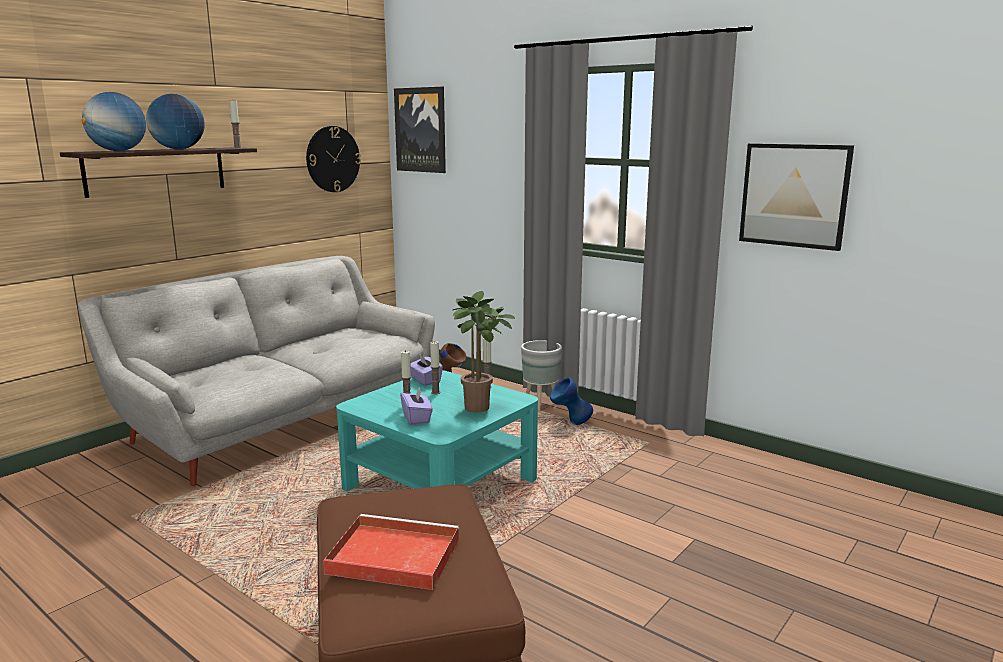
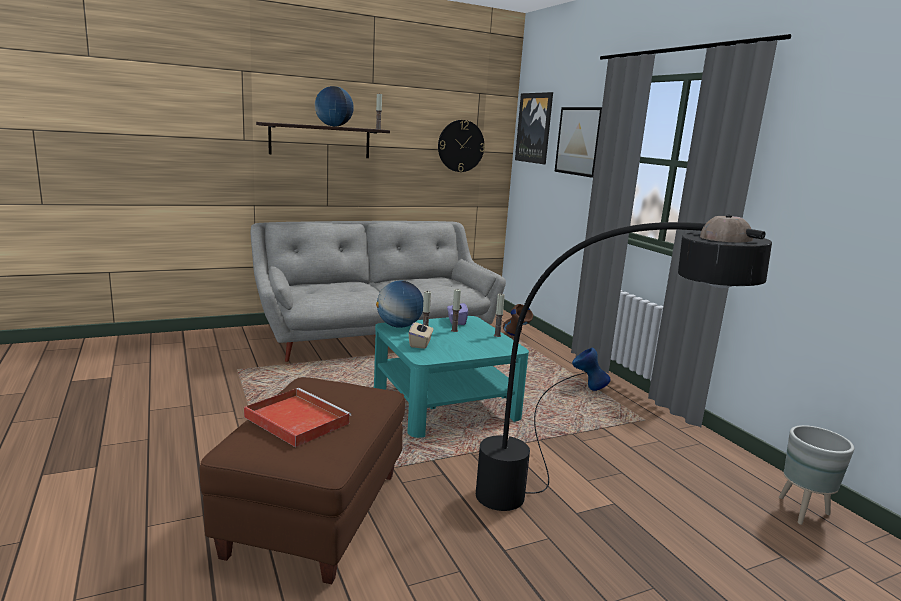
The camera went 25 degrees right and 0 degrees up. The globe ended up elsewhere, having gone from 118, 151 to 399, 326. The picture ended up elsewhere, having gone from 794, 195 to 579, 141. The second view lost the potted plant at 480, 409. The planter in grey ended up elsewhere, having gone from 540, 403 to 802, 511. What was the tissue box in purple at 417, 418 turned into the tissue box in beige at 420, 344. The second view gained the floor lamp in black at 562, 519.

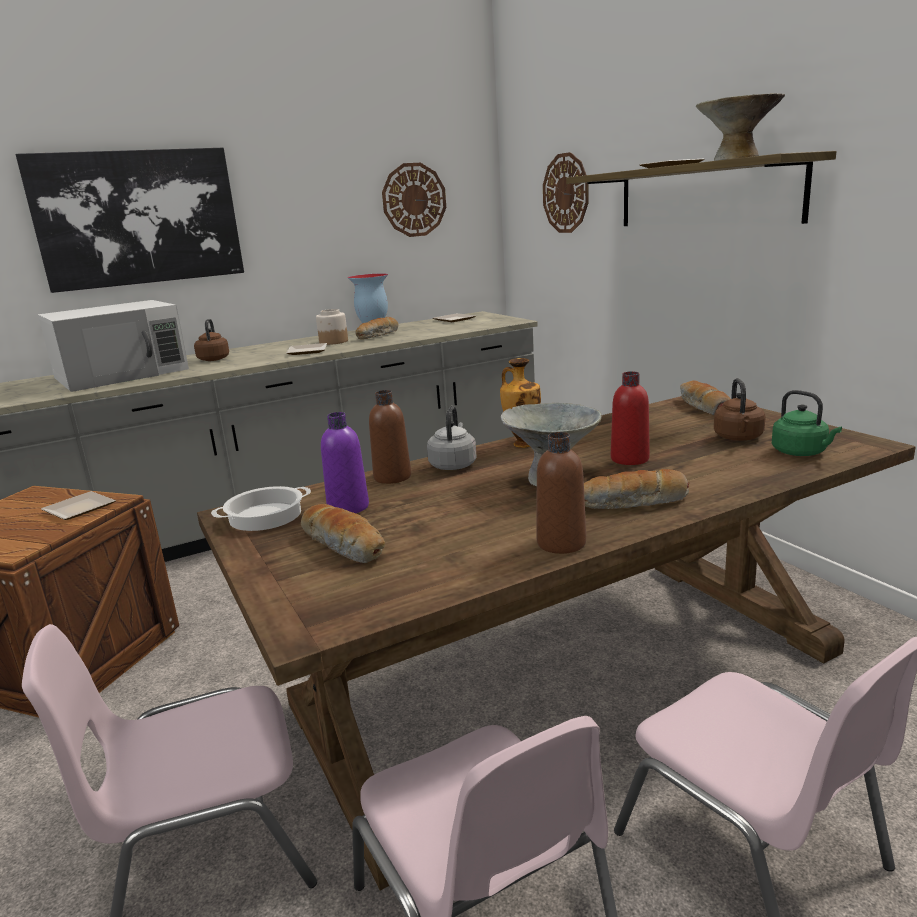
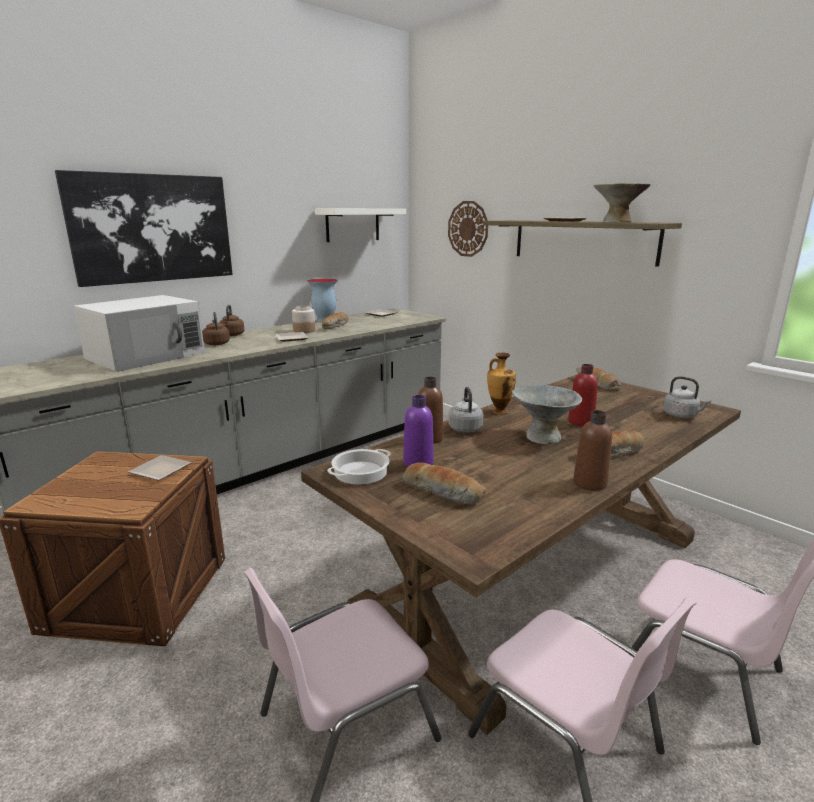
The camera went 15 degrees left and 0 degrees up. Where the wall clock hung at 414, 200, the shelf in white came to hang at 352, 225. The kettle in brown ended up elsewhere, having gone from 738, 438 to 232, 335. What was the kettle in green at 801, 453 turned into the kettle in grey at 681, 415.

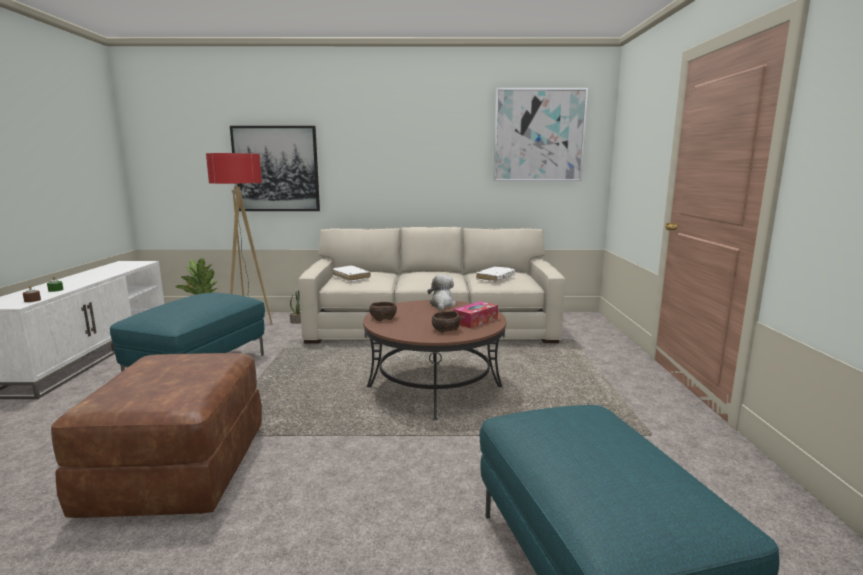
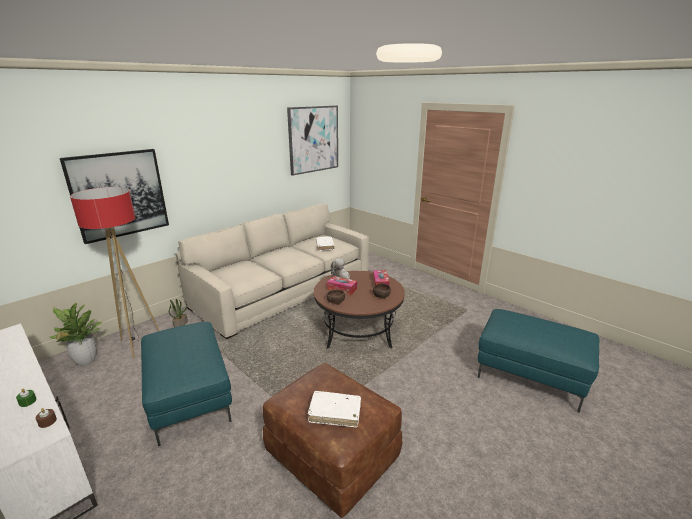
The camera went 45 degrees left and 10 degrees up. The book in white ended up elsewhere, having gone from 351, 277 to 335, 413. The second view gained the tissue box at 342, 289.

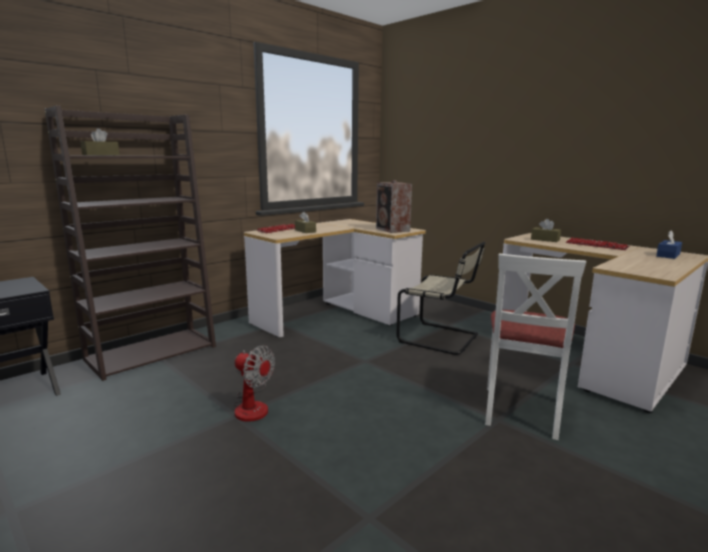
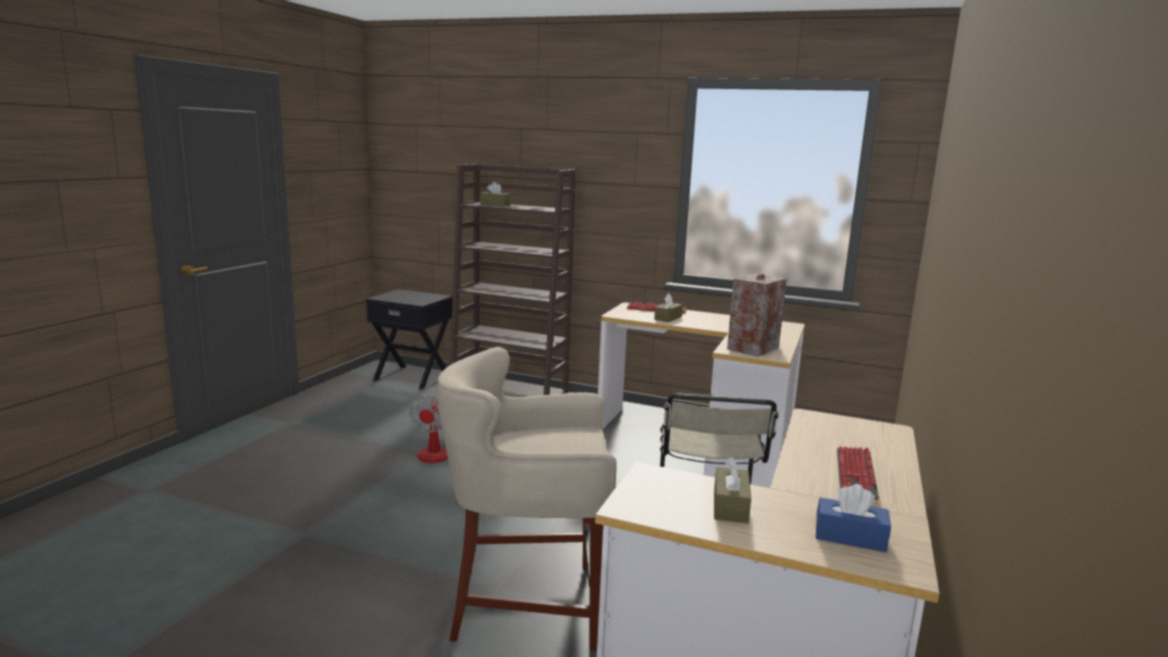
The camera went 65 degrees right and 0 degrees up. The tissue box in brown ended up elsewhere, having gone from 545, 240 to 730, 506. Where the chair in white stood at 522, 411, the stool in beige came to stand at 527, 604.

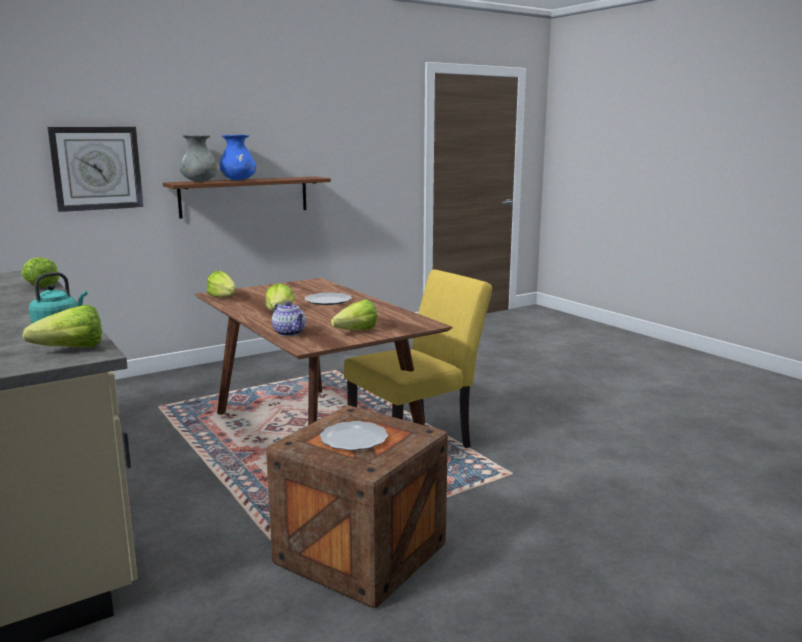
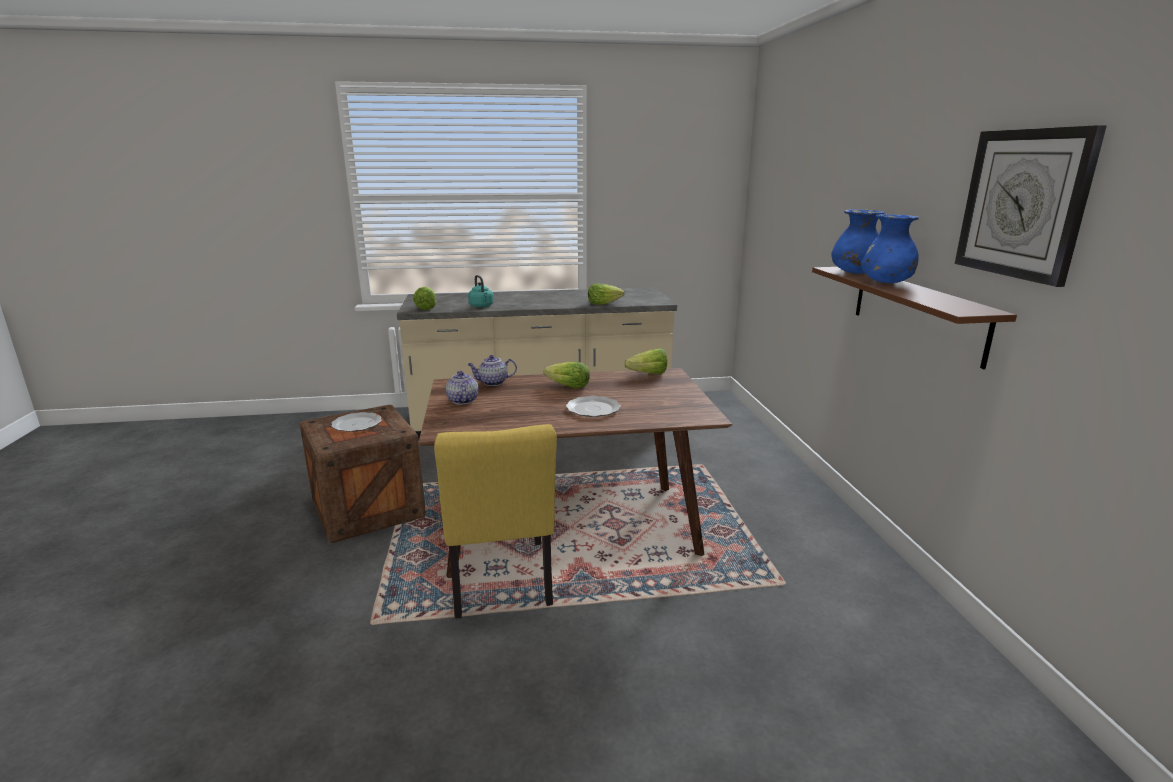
The camera went 115 degrees right and 5 degrees up. The wall clock ended up elsewhere, having gone from 96, 168 to 1023, 204. What was the vase in grey at 199, 182 turned into the vase in blue at 854, 273. Where the lettuce stood at 352, 332, the teapot came to stand at 462, 401.

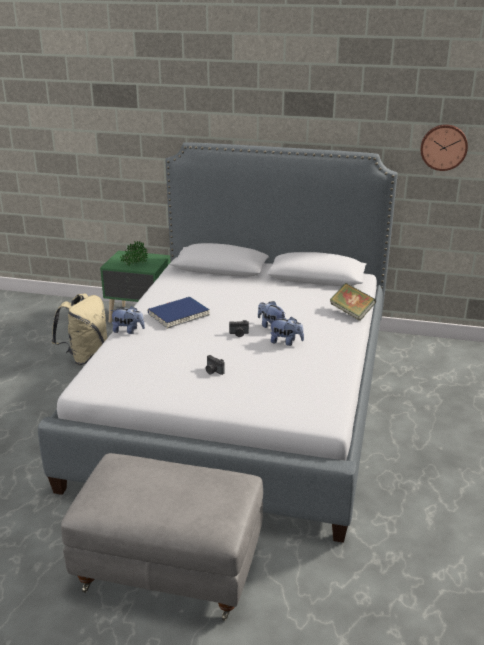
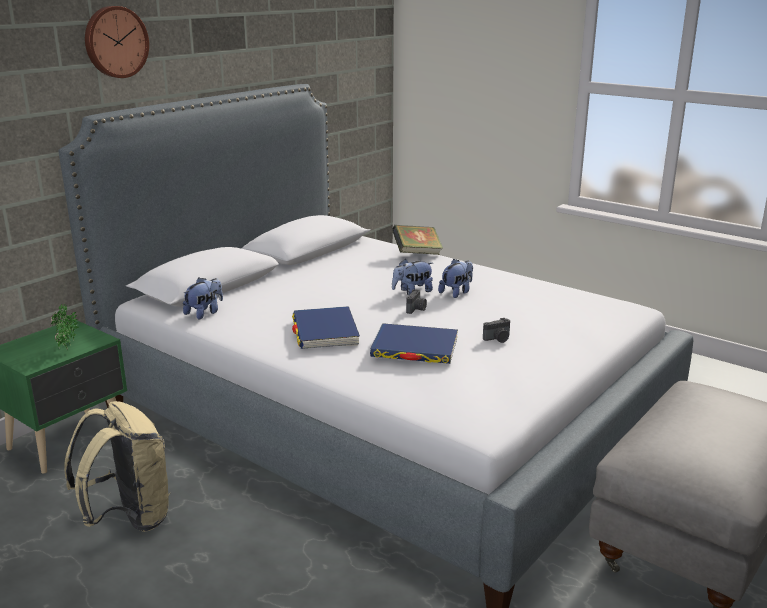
The camera went 65 degrees left and 5 degrees down. The wall clock ended up elsewhere, having gone from 443, 147 to 115, 42. The plush toy ended up elsewhere, having gone from 128, 331 to 205, 313. The second view gained the book in blue at 414, 348.

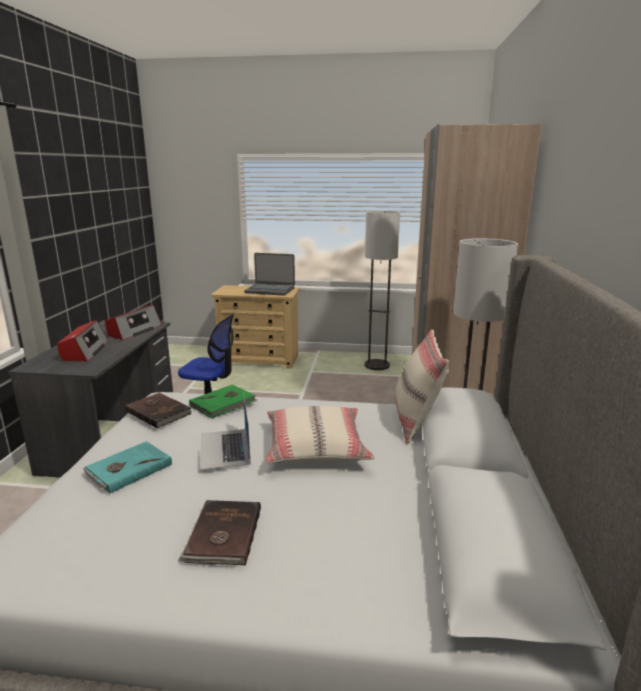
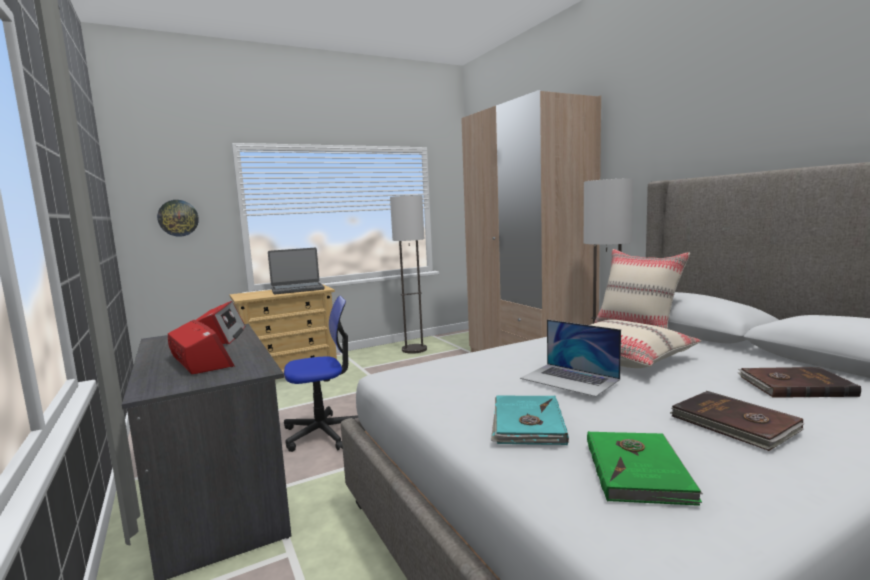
The camera went 35 degrees left and 10 degrees down. The book in green ended up elsewhere, having gone from 224, 404 to 639, 470. The book in brown ended up elsewhere, having gone from 159, 412 to 794, 385. The second view gained the wall clock at 178, 218.

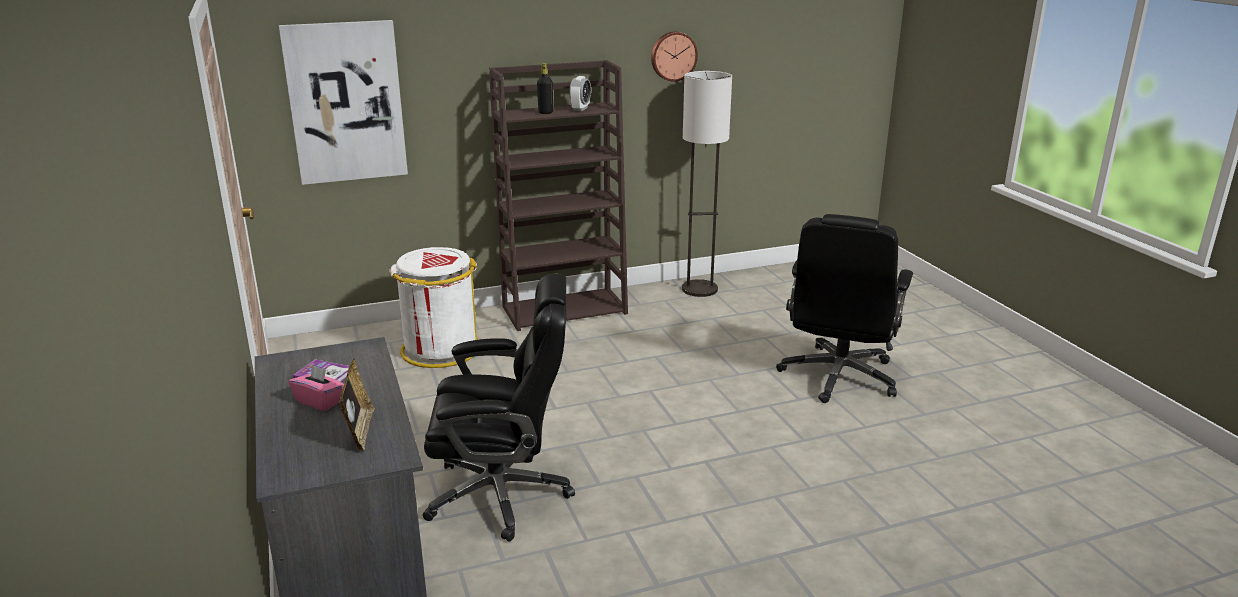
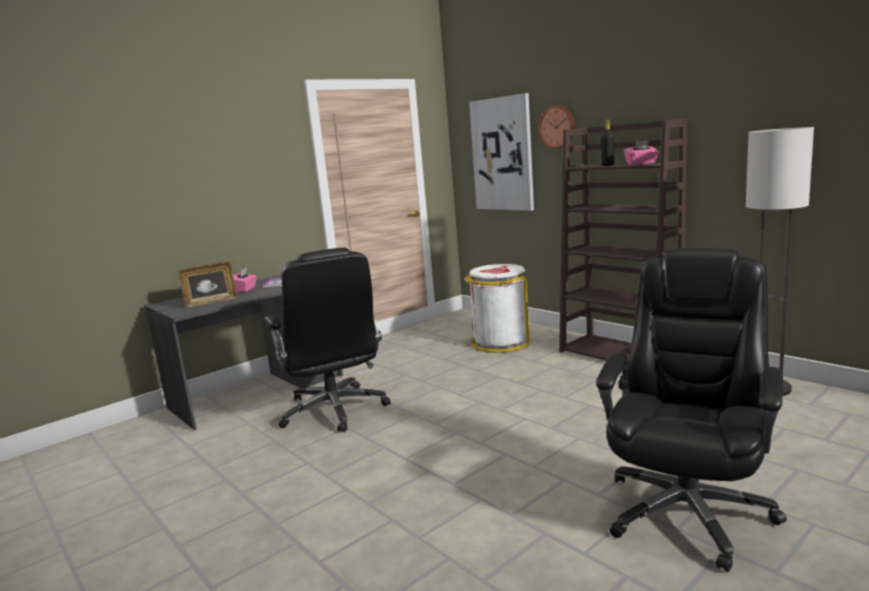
The camera went 70 degrees right and 10 degrees down. The wall clock ended up elsewhere, having gone from 673, 56 to 558, 127. Where the alarm clock stood at 580, 109, the tissue box in pink came to stand at 641, 164. The office chair in black at 838, 377 ended up facing another way, 120 degrees clockwise from before.

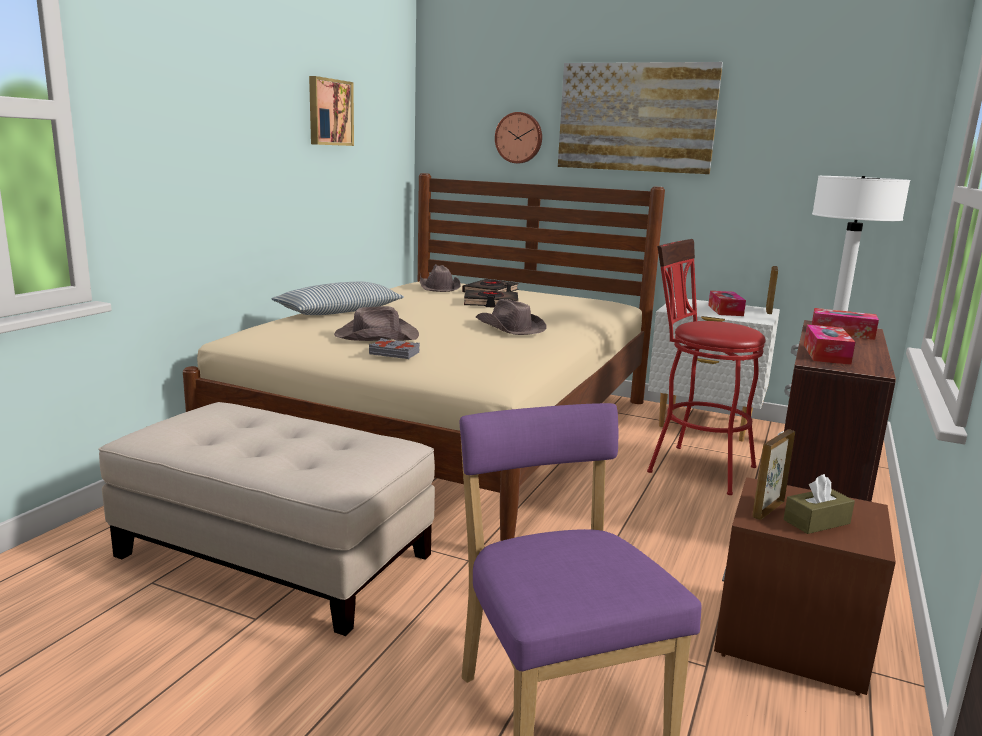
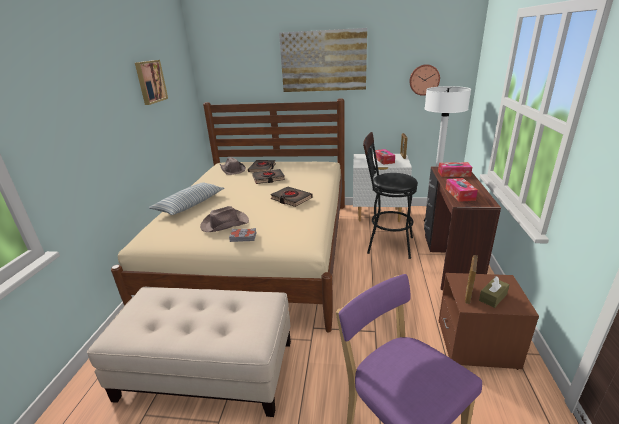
The camera went 15 degrees left and 10 degrees up. The wall clock ended up elsewhere, having gone from 519, 138 to 424, 80. What was the stool in red at 692, 466 turned into the stool in black at 385, 244. Where the hat in brown stood at 509, 328, the book in black came to stand at 291, 199.

